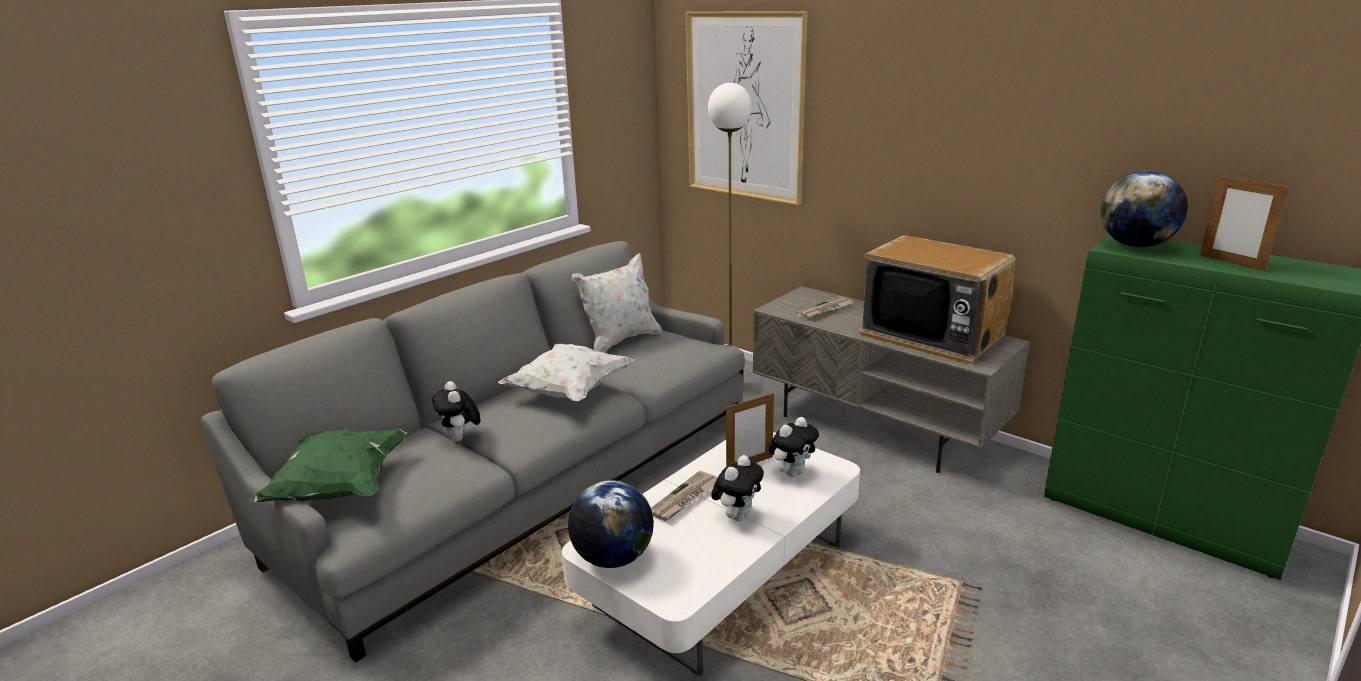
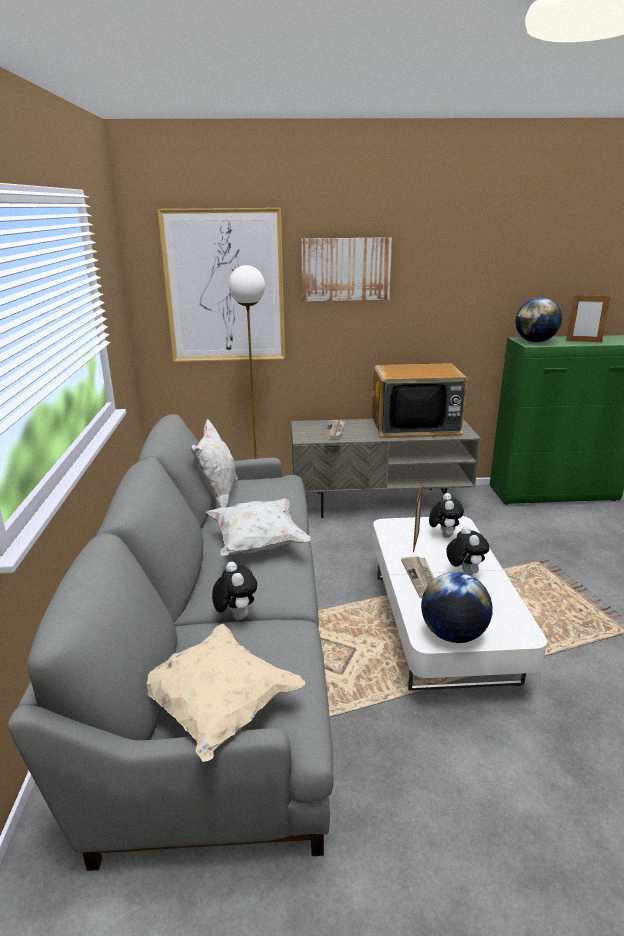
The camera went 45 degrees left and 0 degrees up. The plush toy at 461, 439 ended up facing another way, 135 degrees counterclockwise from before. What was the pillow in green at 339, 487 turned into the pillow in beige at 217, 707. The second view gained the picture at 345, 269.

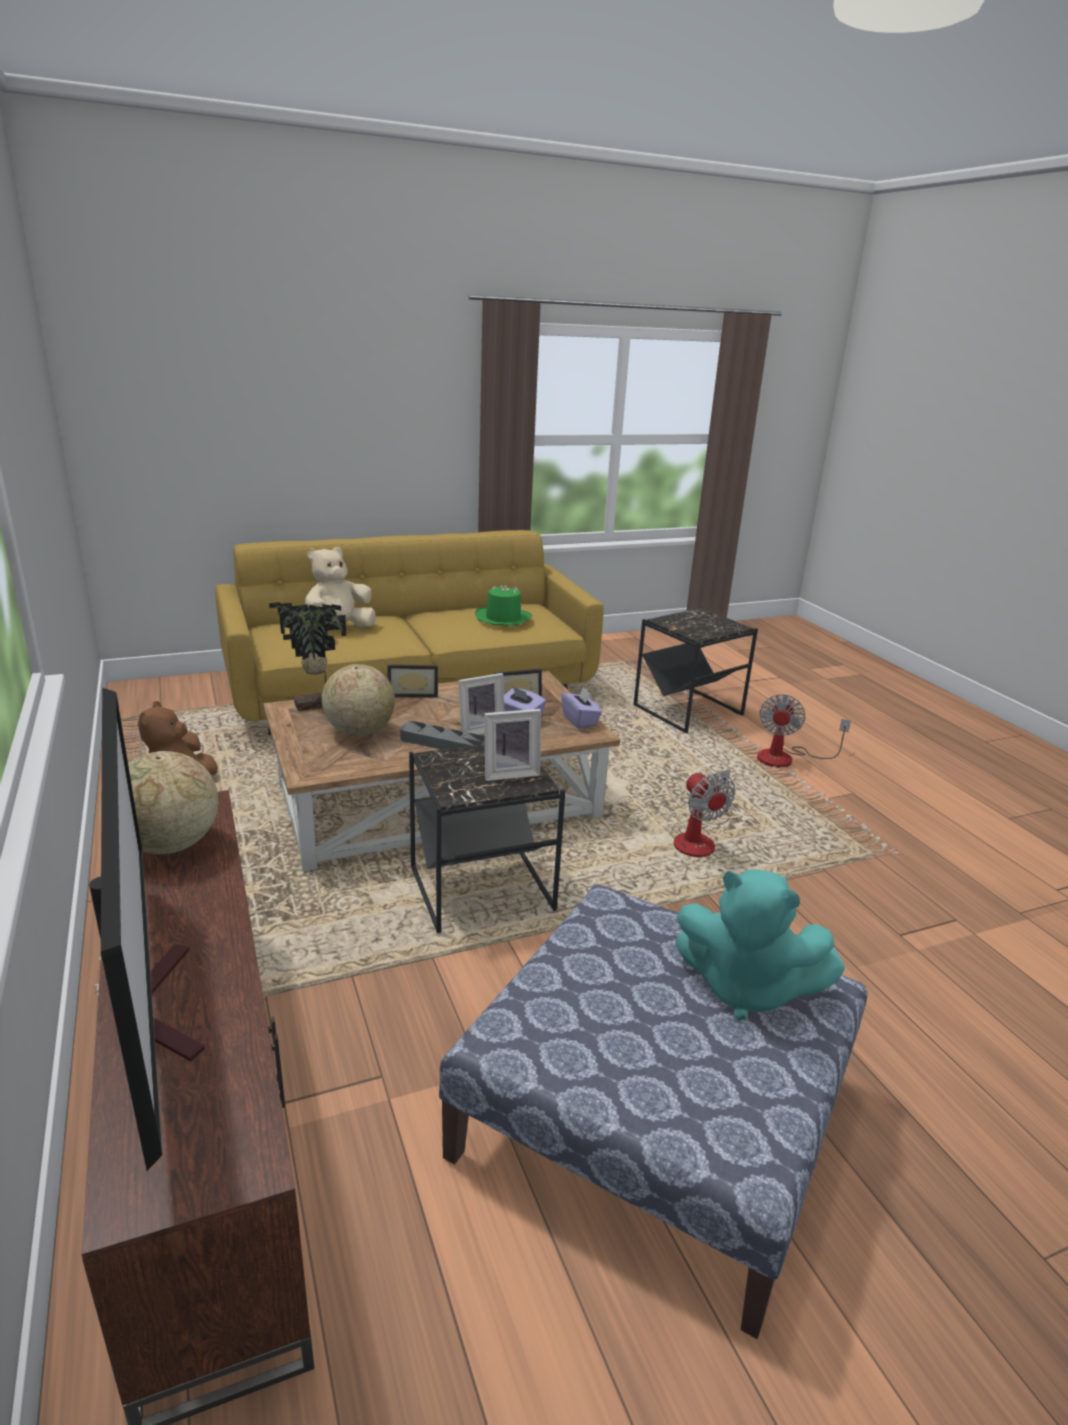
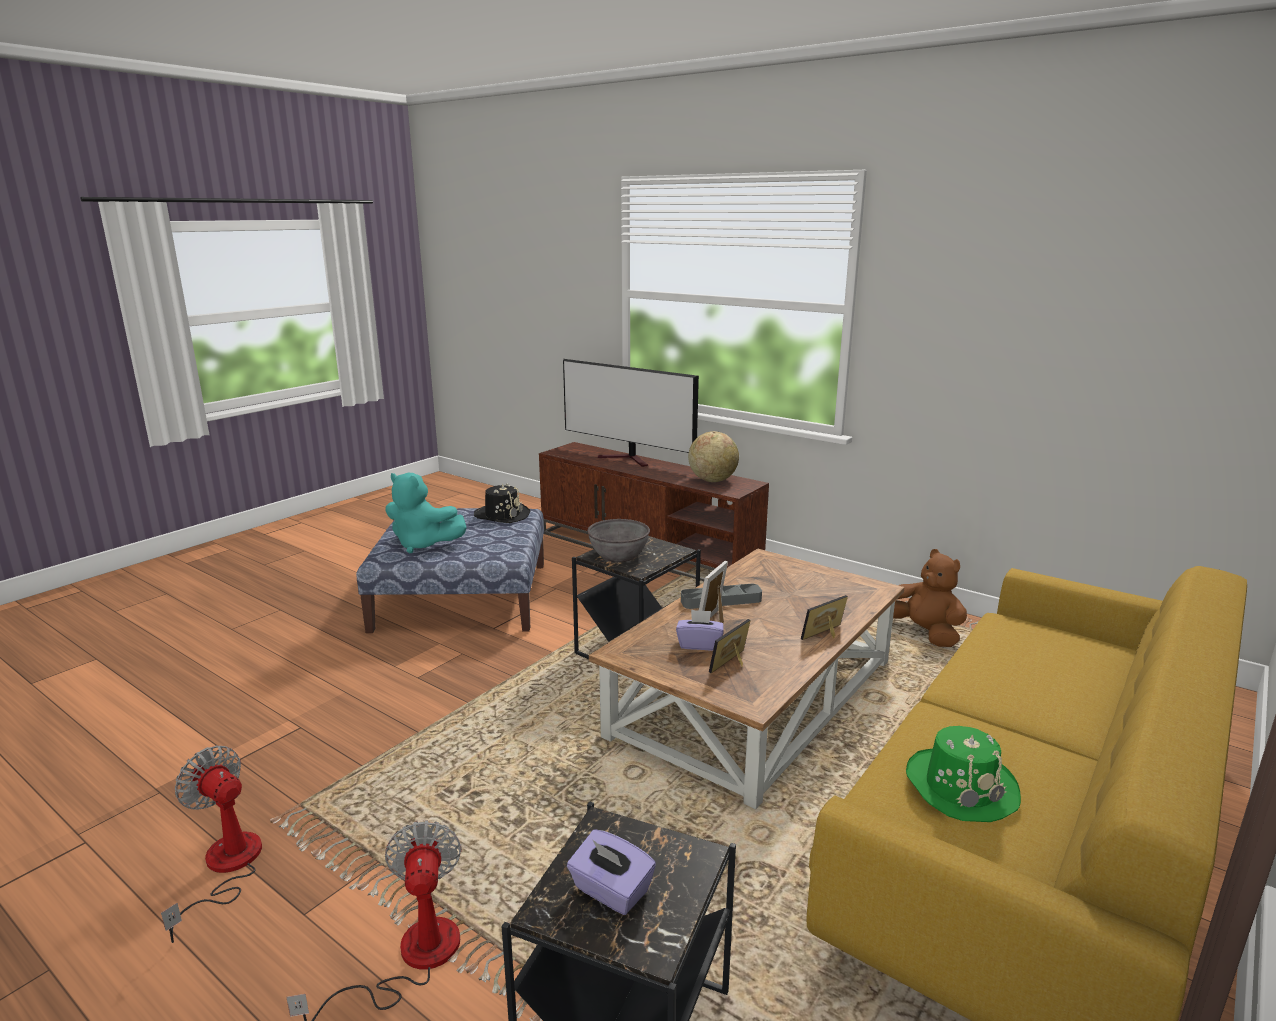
The camera went 150 degrees right and 5 degrees down. The second view lost the plush toy in beige at 338, 630. The second view lost the potted plant at 315, 706. The second view lost the globe at 359, 731. The tissue box in purple ended up elsewhere, having gone from 580, 720 to 610, 891. Where the picture frame stood at 510, 772, the bowl in grey came to stand at 618, 556. The fan ended up elsewhere, having gone from 699, 839 to 225, 868. The plush toy in turquoise at 745, 988 ended up facing another way, 150 degrees counterclockwise from before. The second view gained the hat in black at 502, 515.

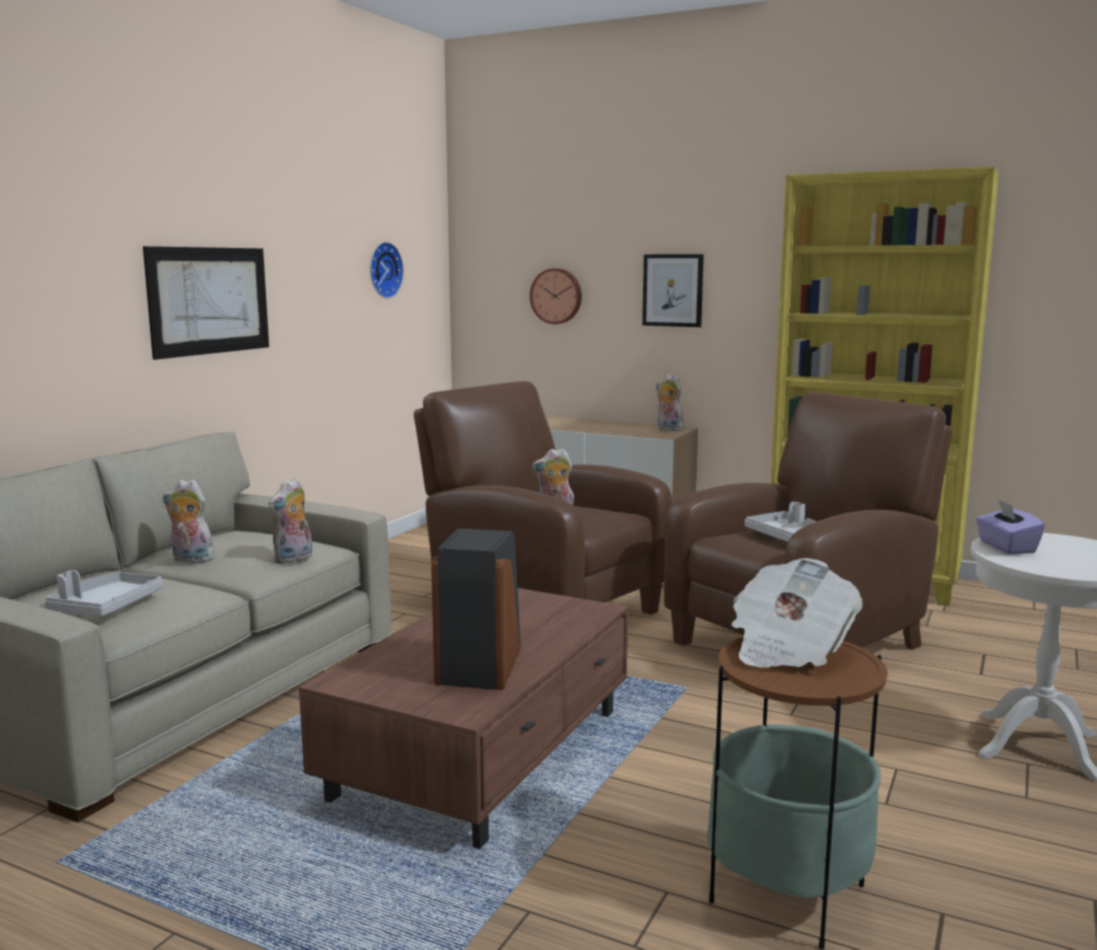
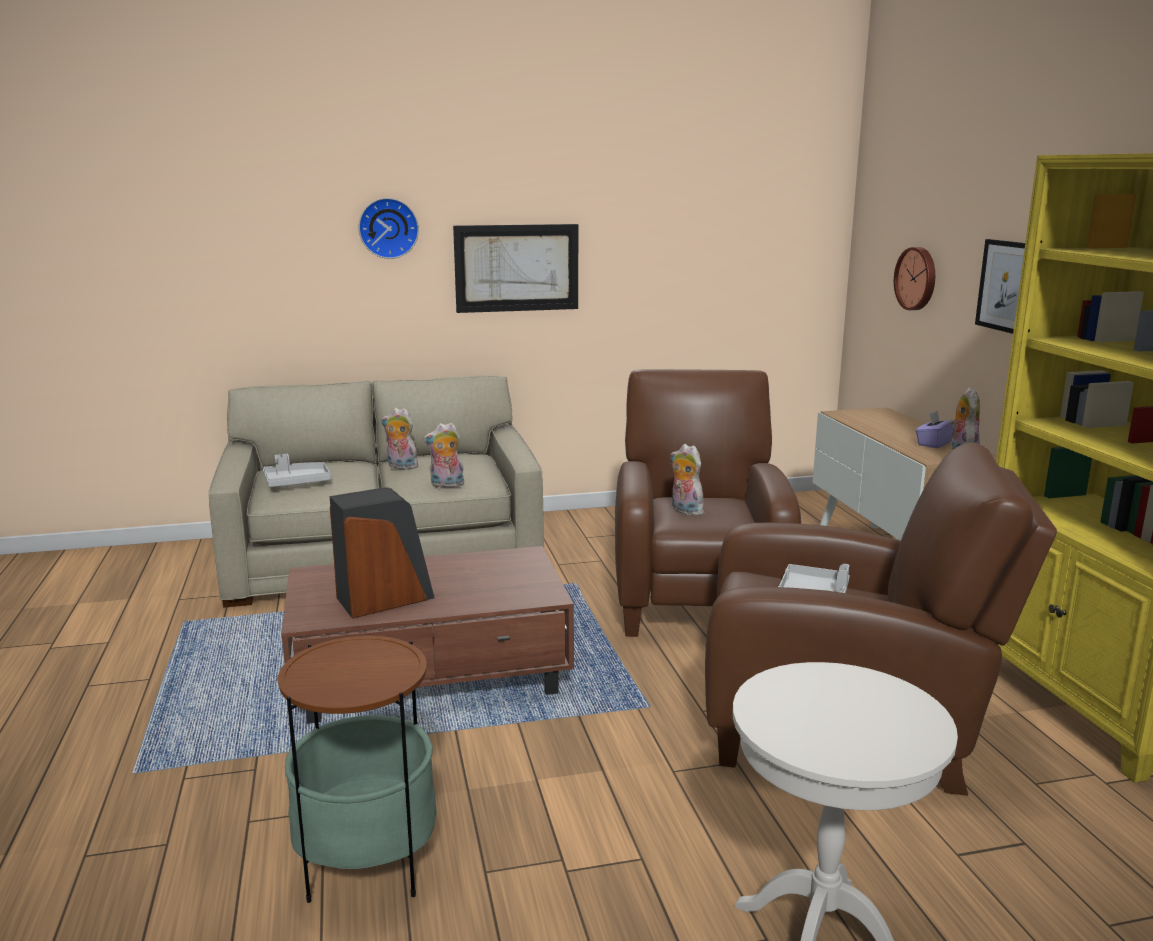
The camera went 50 degrees right and 5 degrees up. The wall clock ended up elsewhere, having gone from 383, 270 to 388, 228. The plush toy at 190, 560 ended up facing another way, 45 degrees counterclockwise from before. The tissue box in purple ended up elsewhere, having gone from 1006, 547 to 933, 444. The second view lost the newspaper at 788, 647.

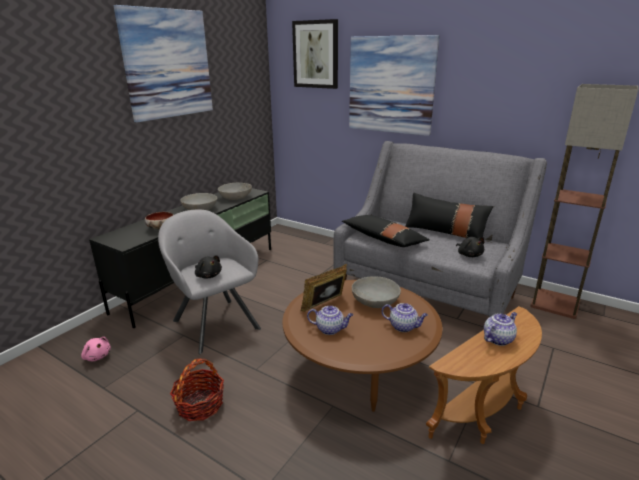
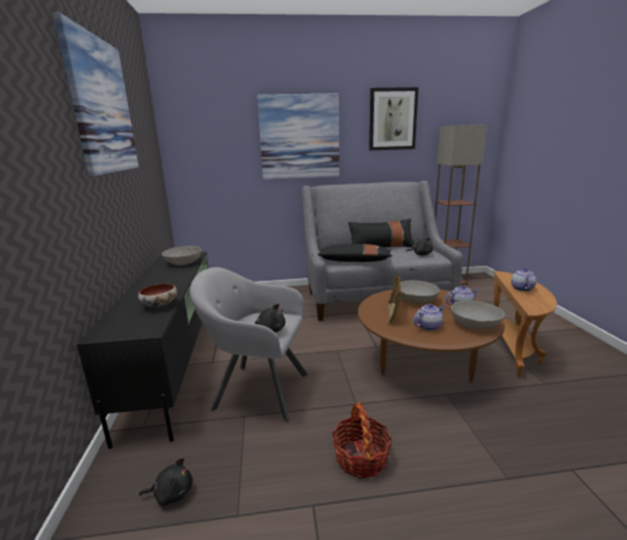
The camera went 40 degrees left and 5 degrees down. The picture ended up elsewhere, having gone from 316, 54 to 392, 119. The bowl in grey ended up elsewhere, having gone from 200, 209 to 475, 324. What was the plush toy in pink at 97, 356 turned into the plush toy in black at 172, 493.

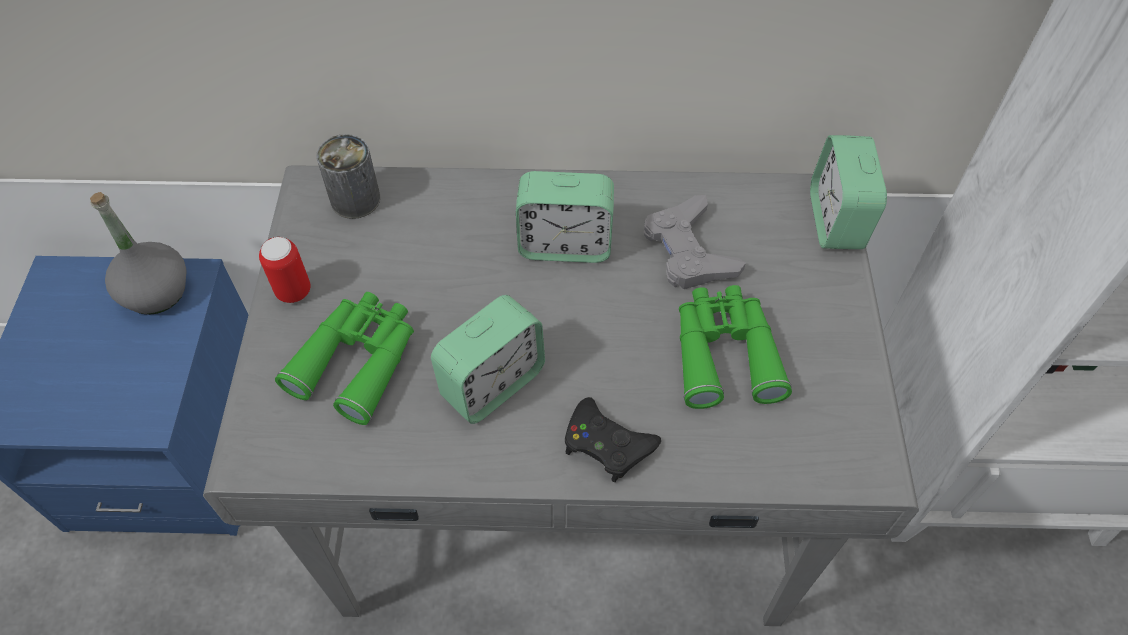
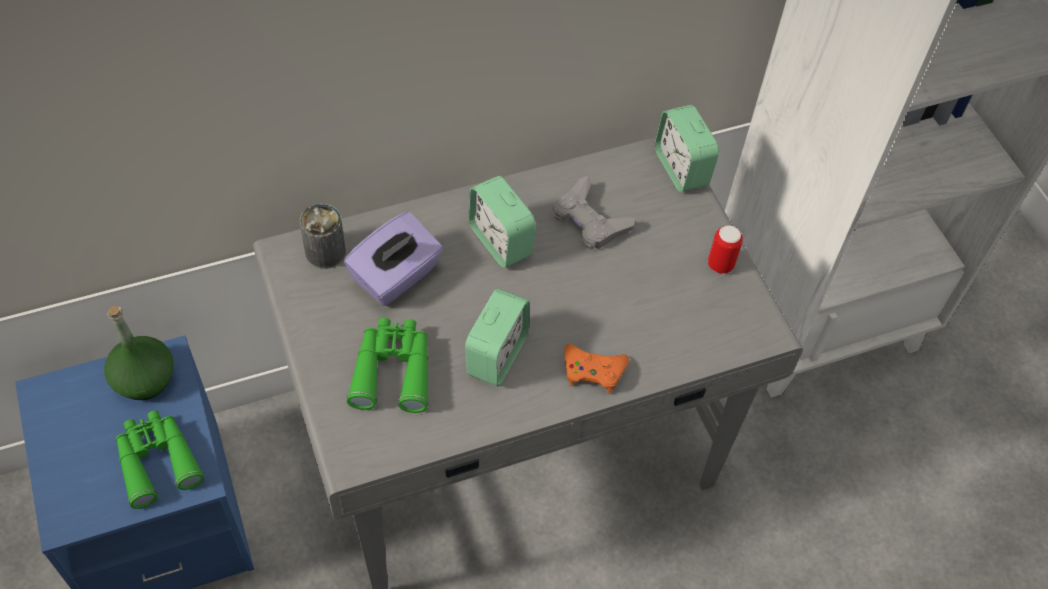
The camera went 25 degrees left and 0 degrees up. The alarm clock at 565, 244 ended up facing another way, 75 degrees clockwise from before. What was the bottle in grey at 155, 292 turned into the bottle in green at 144, 379. The can ended up elsewhere, having gone from 293, 291 to 720, 265. The binoculars in green ended up elsewhere, having gone from 724, 353 to 157, 460. What was the game controller in black at 607, 444 turned into the game controller in orange at 593, 371. The second view gained the tissue box in purple at 396, 276.

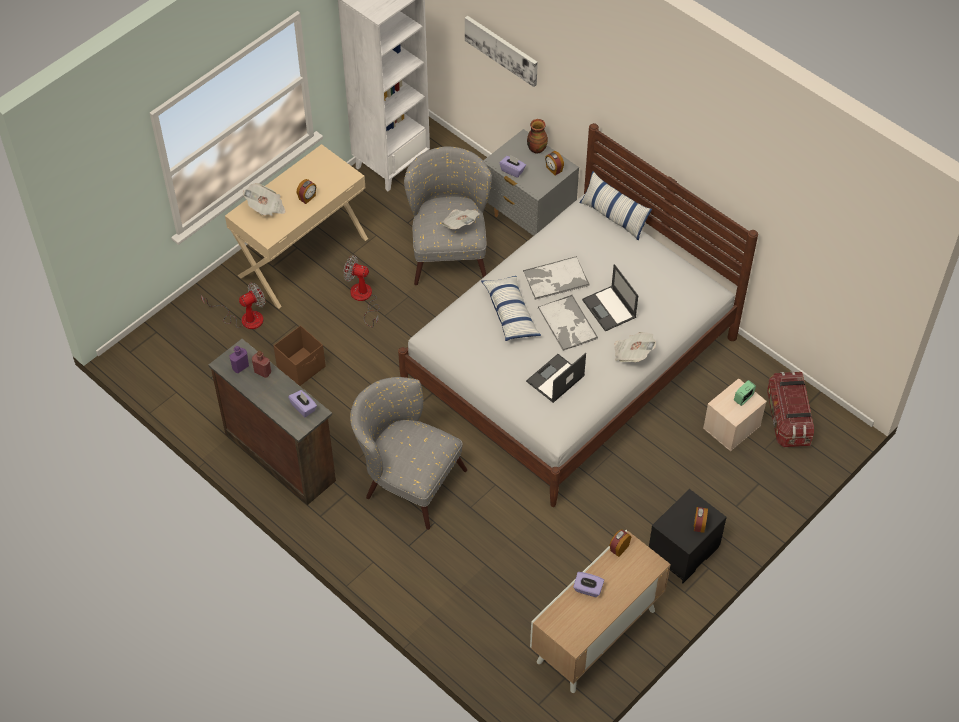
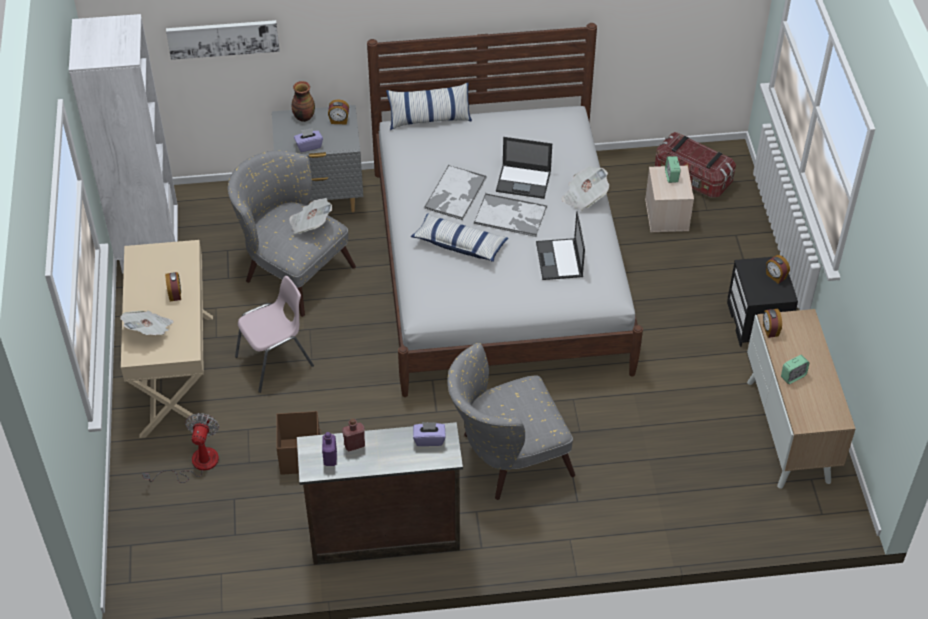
The camera went 50 degrees left and 5 degrees down. Where the fan stood at 363, 299, the chair in pink came to stand at 276, 362. Where the tissue box in purple stood at 588, 589, the alarm clock came to stand at 793, 376.

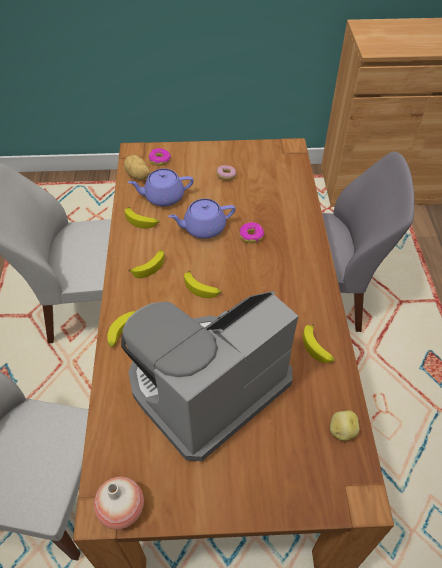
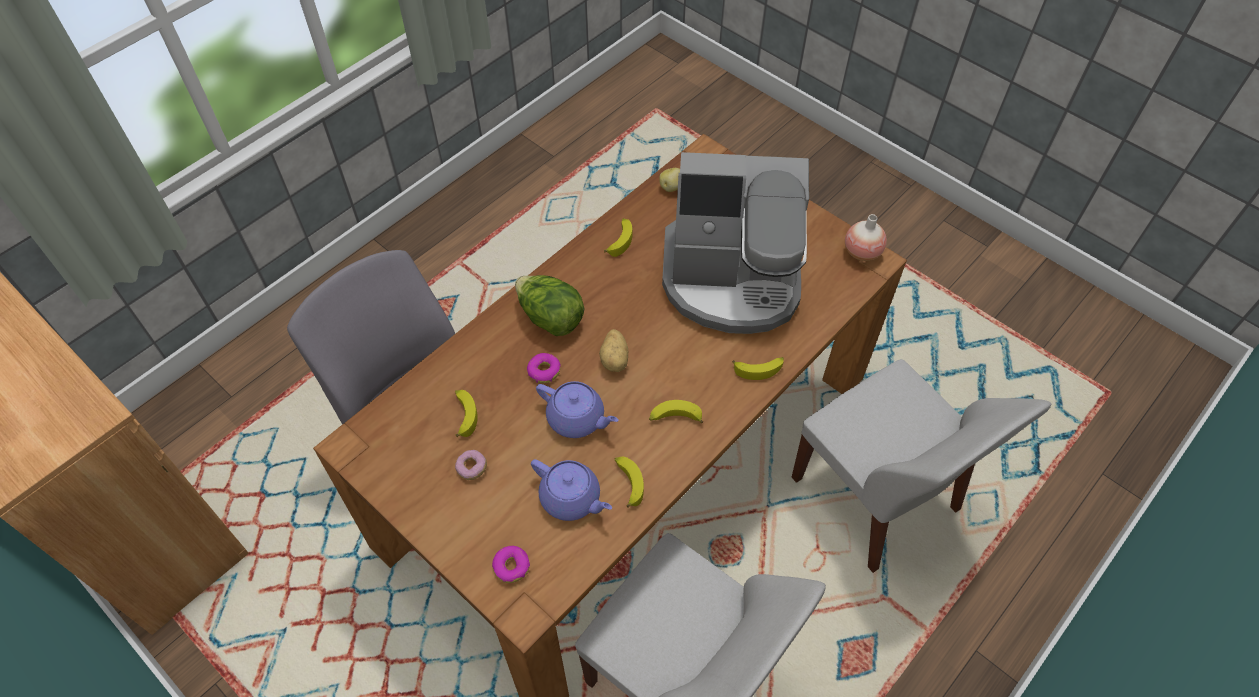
The camera went 135 degrees left and 5 degrees up. The potato ended up elsewhere, having gone from 138, 176 to 615, 359. The banana ended up elsewhere, having gone from 202, 288 to 464, 415. The second view gained the lettuce at 550, 318.

